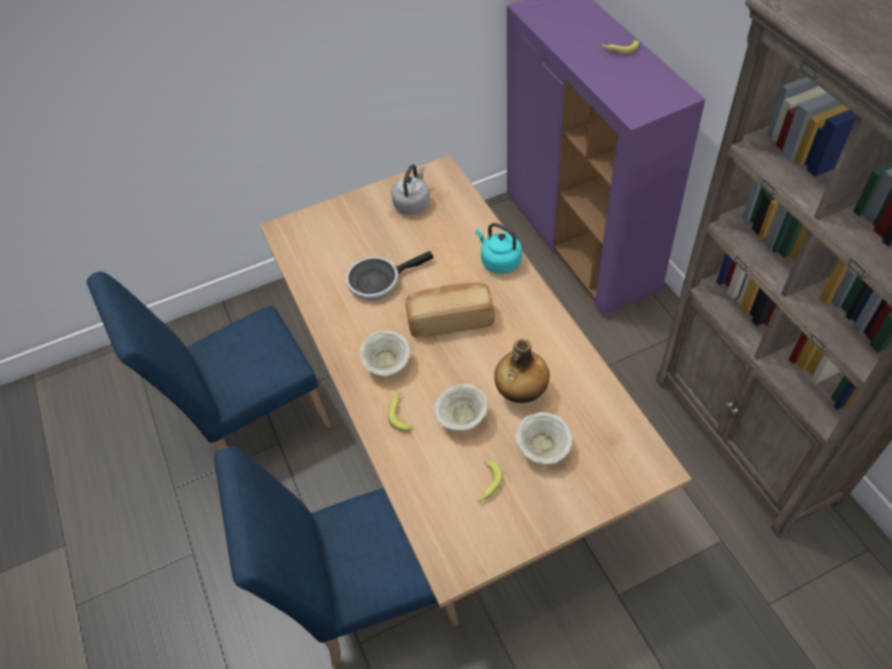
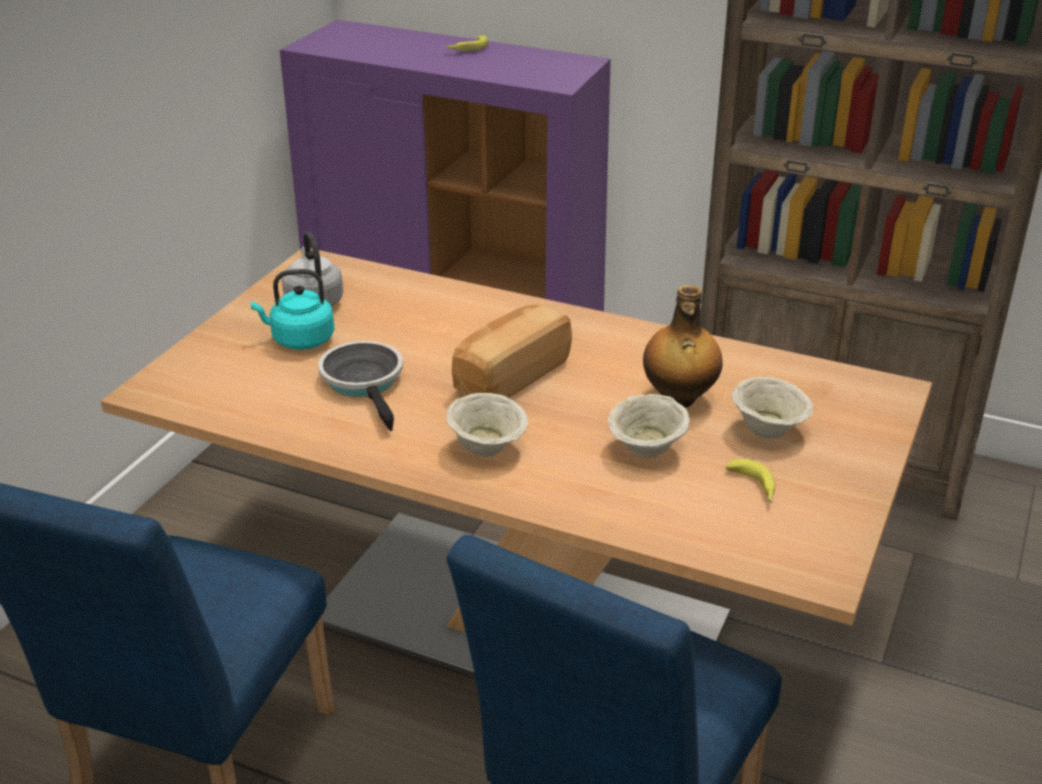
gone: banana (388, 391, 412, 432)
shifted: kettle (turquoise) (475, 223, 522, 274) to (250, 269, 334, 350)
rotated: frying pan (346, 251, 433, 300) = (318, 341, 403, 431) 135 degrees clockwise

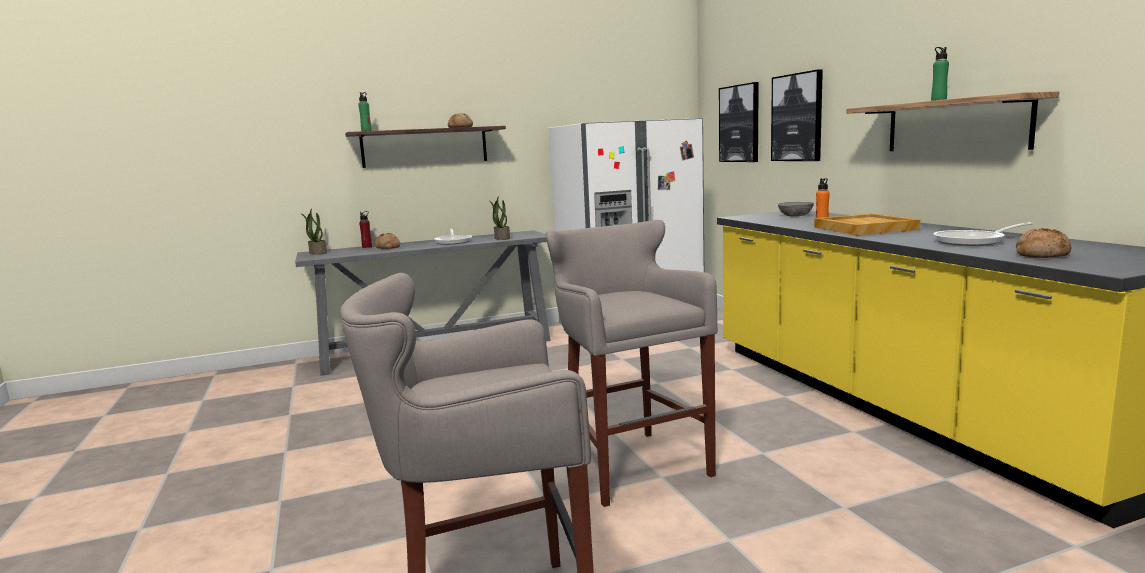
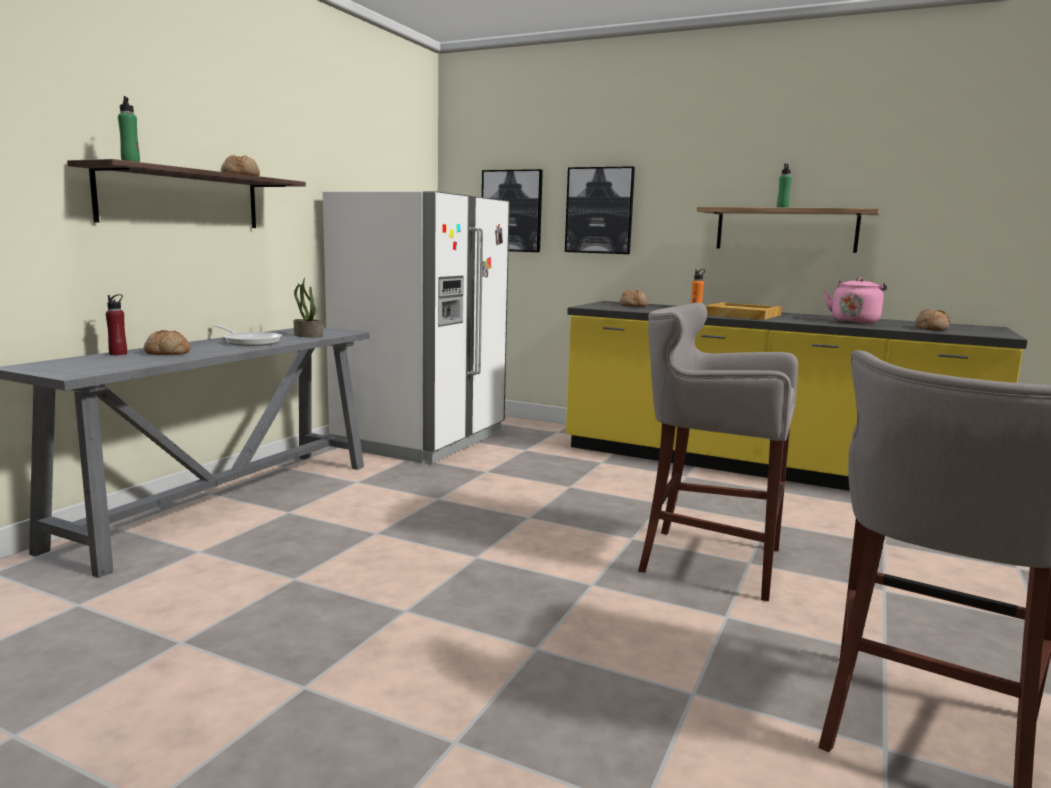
gone: potted plant (302, 208, 327, 255)
swapped: bowl (grey) (778, 202, 814, 217) to bread (619, 290, 647, 307); frying pan (933, 222, 1033, 246) to kettle (pink) (824, 278, 887, 324)

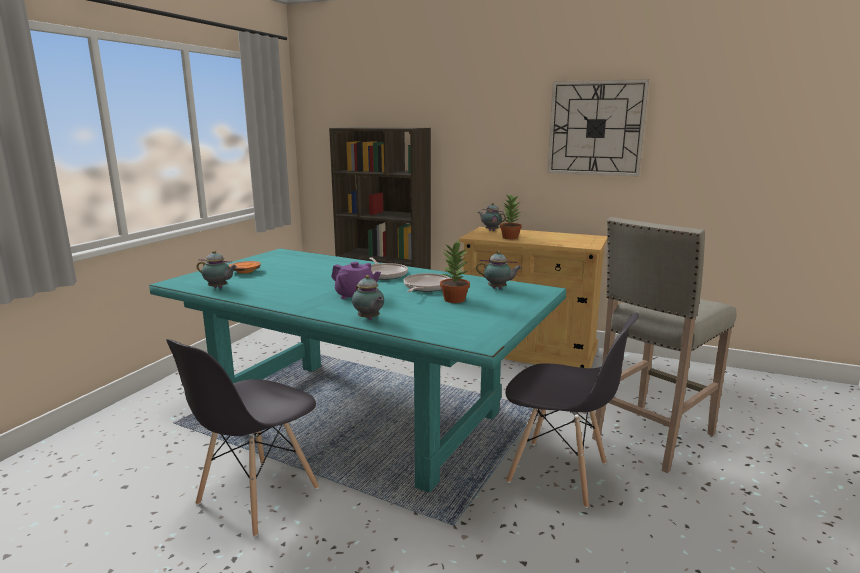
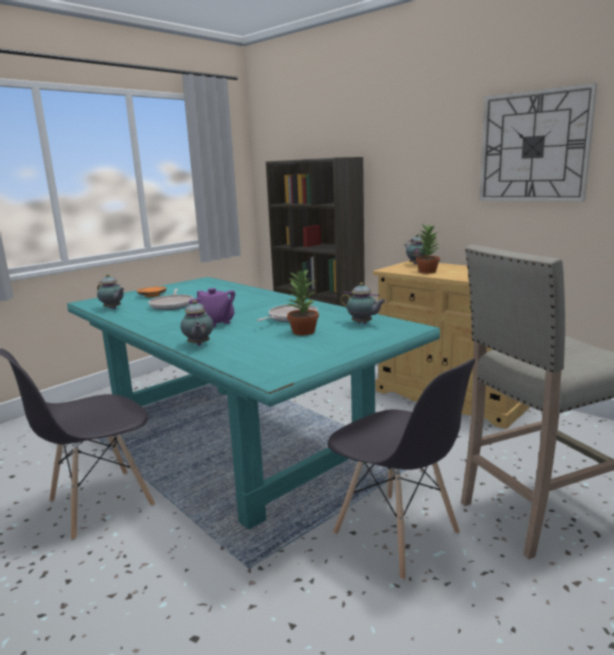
shifted: frying pan (369, 257, 408, 280) to (149, 289, 194, 310)

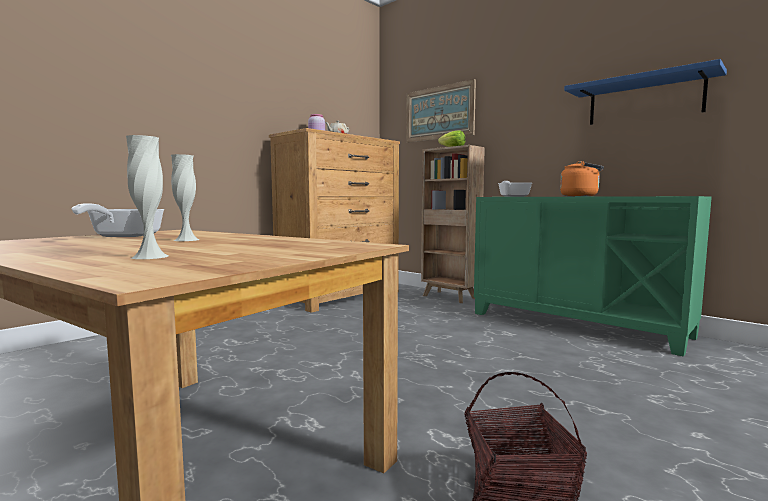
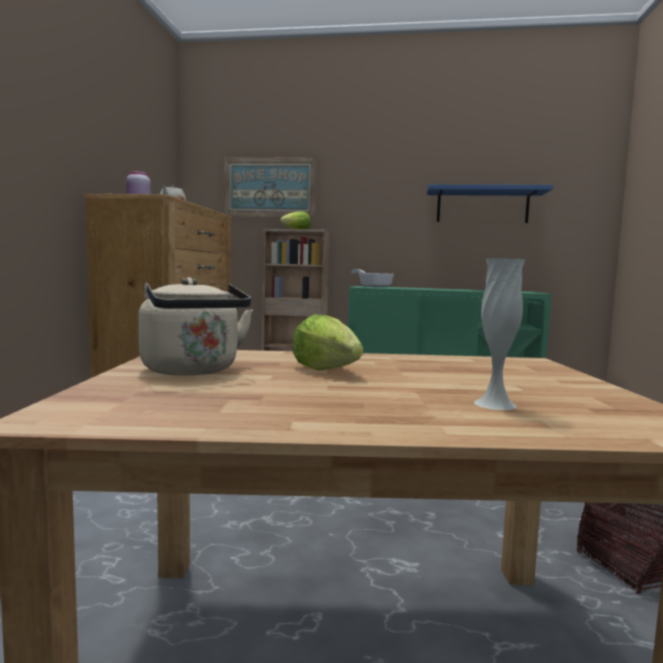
gone: kettle (orange) (560, 161, 604, 196)
swapped: frying pan (71, 204, 164, 237) to kettle (beige) (138, 277, 253, 376); vase (white) (171, 154, 200, 241) to lettuce (292, 314, 363, 370)

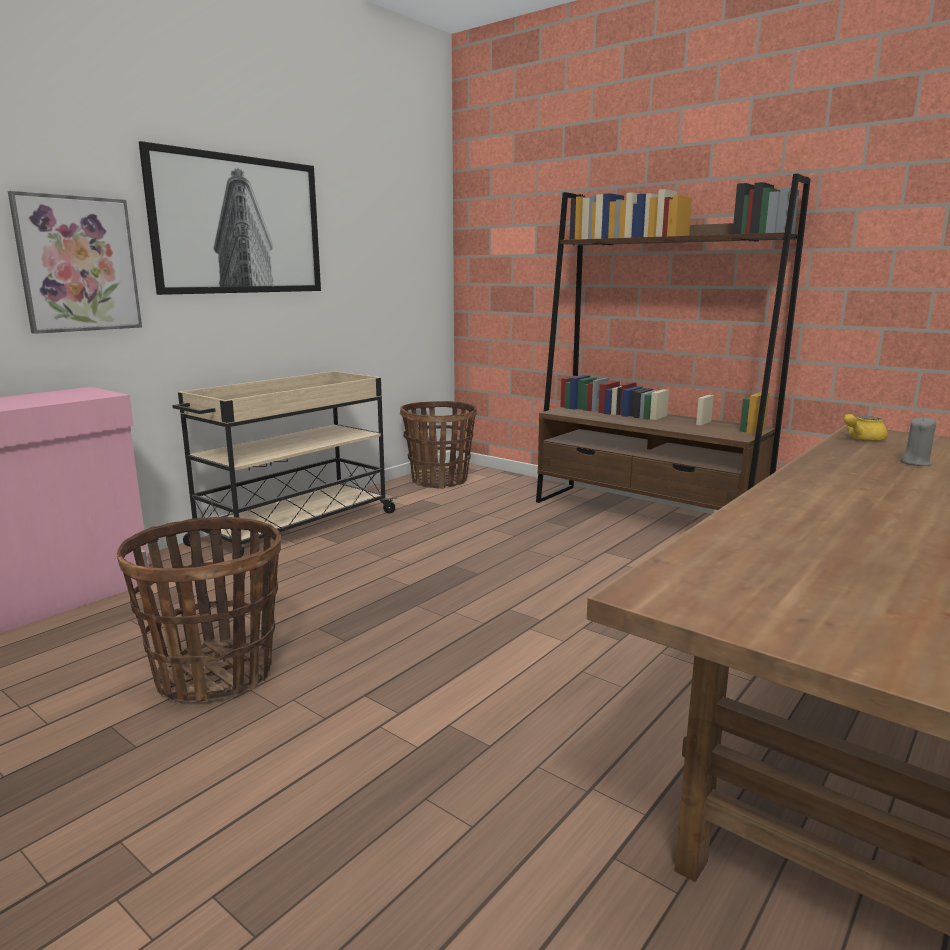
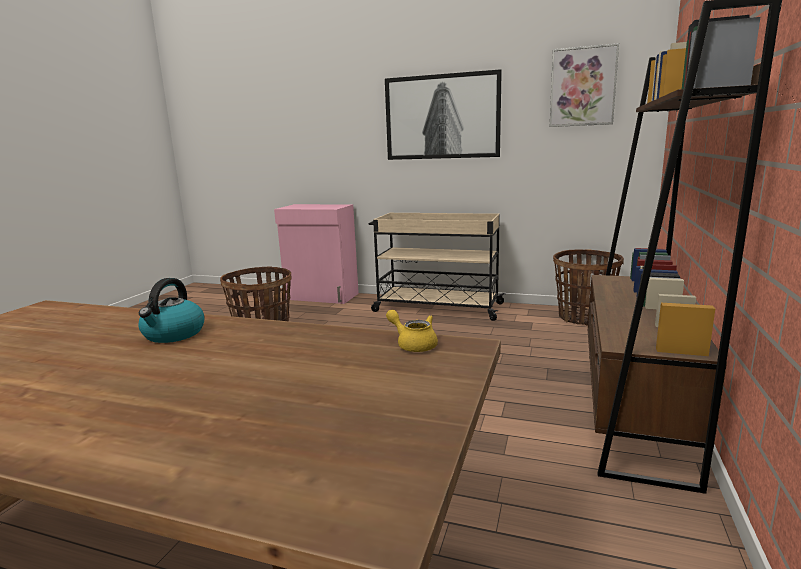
gone: candle (grey) (900, 416, 936, 466)
new: kettle (139, 278, 205, 343)
shifted: picture (8, 191, 142, 334) to (550, 43, 619, 127)

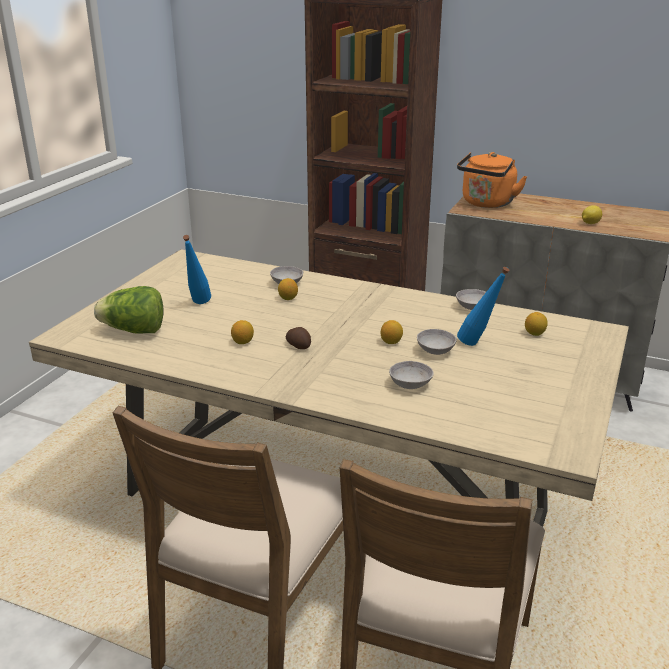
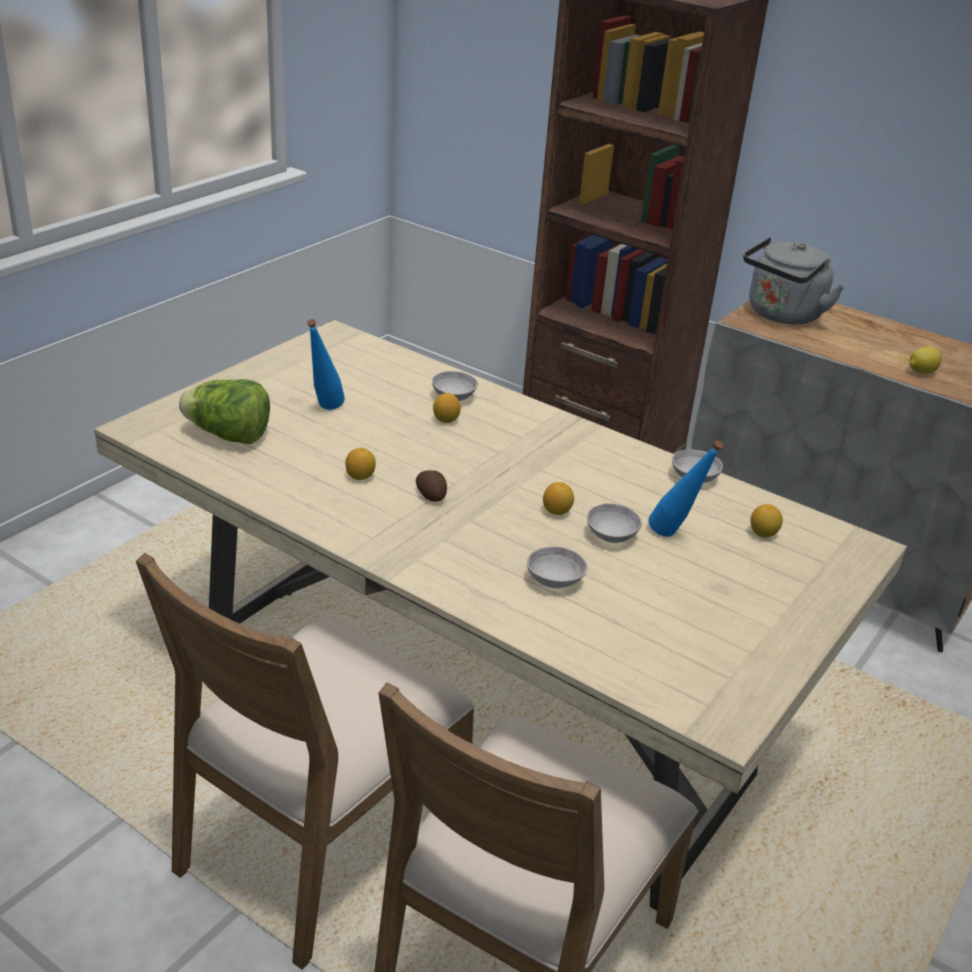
repainted: kettle (orange) (457, 152, 527, 208) to kettle (grey) (743, 237, 844, 324)

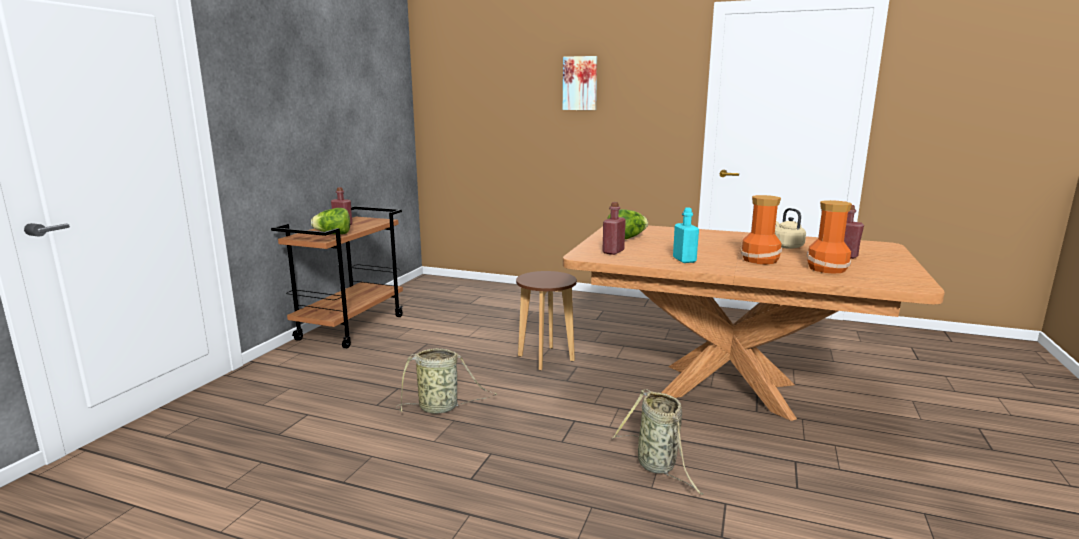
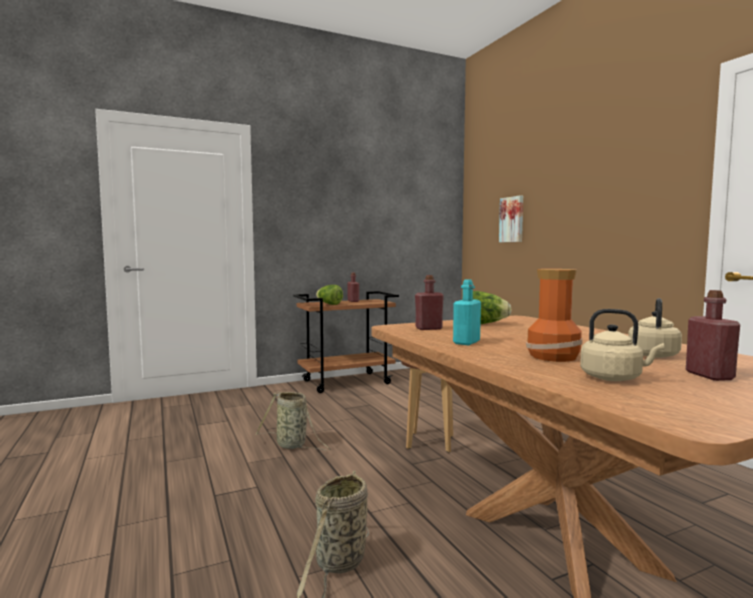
shifted: picture (563, 56, 597, 110) to (499, 196, 523, 242)
swapped: vase (806, 200, 852, 274) to kettle (beige) (580, 309, 664, 381)

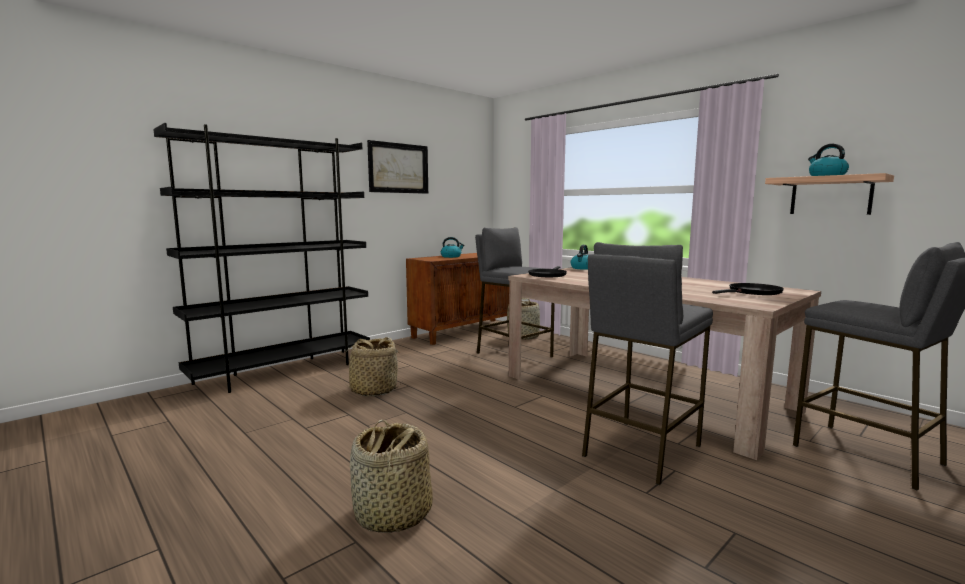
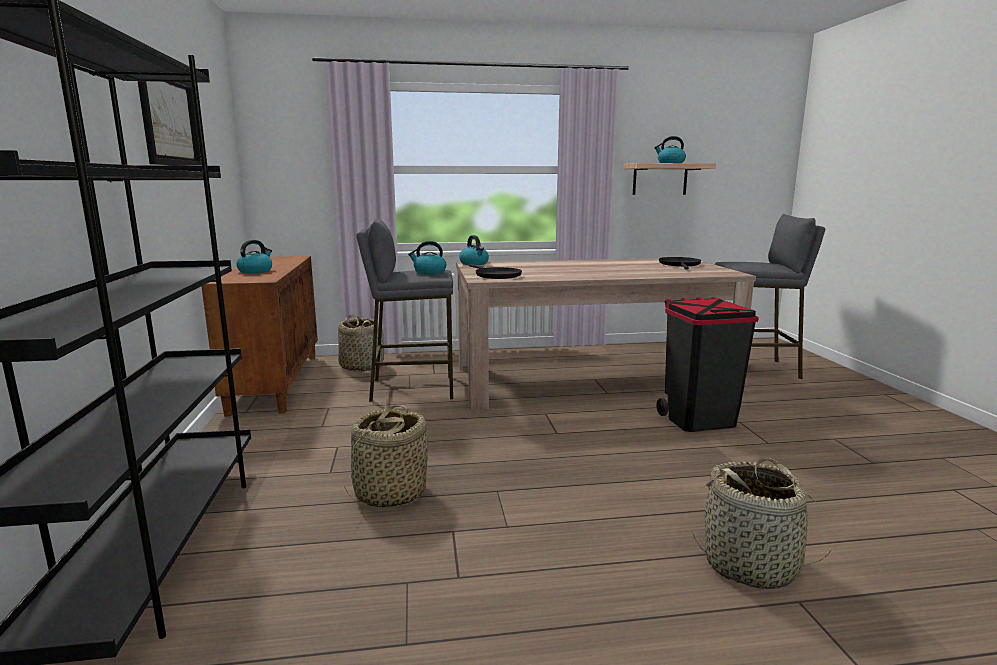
new: kettle (408, 241, 446, 274)
swapped: stool (grey) (582, 242, 713, 485) to trash can (black) (657, 297, 759, 432)

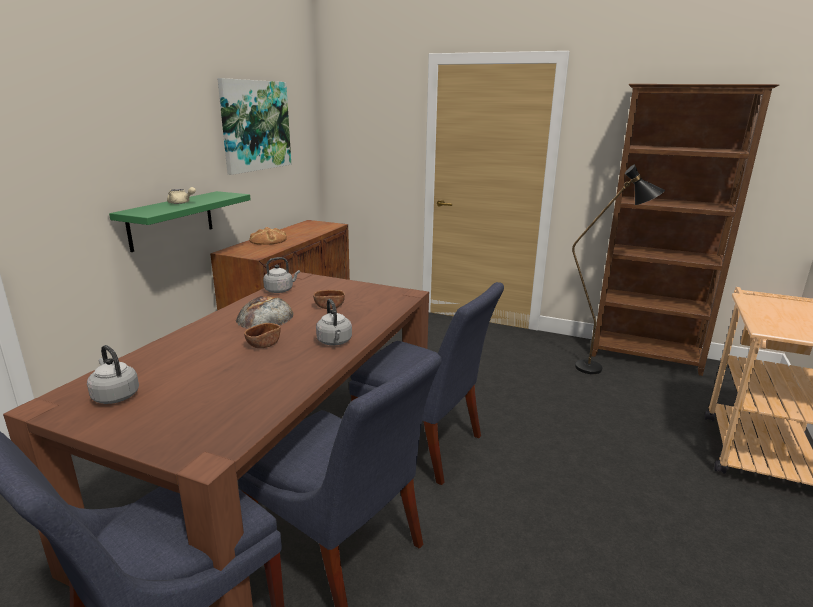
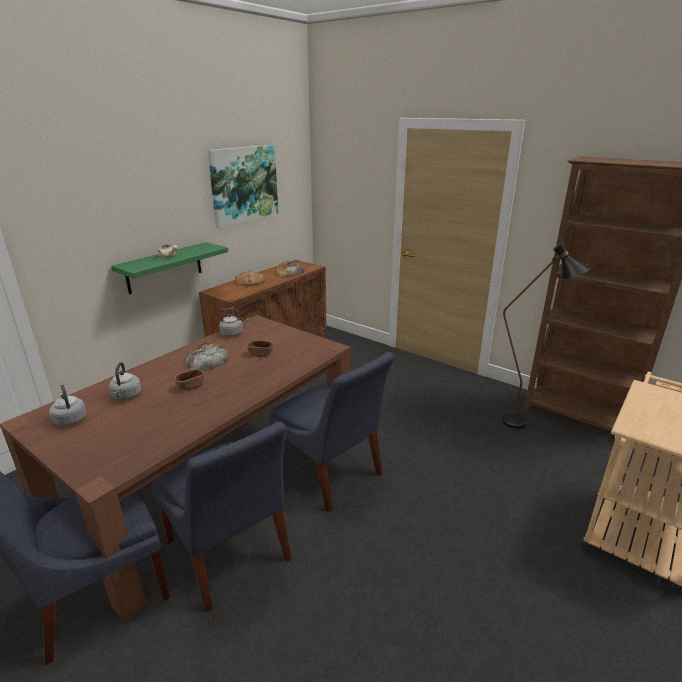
new: bread (274, 261, 305, 277)
shifted: kettle (grey) (316, 299, 352, 346) to (109, 362, 141, 400)

